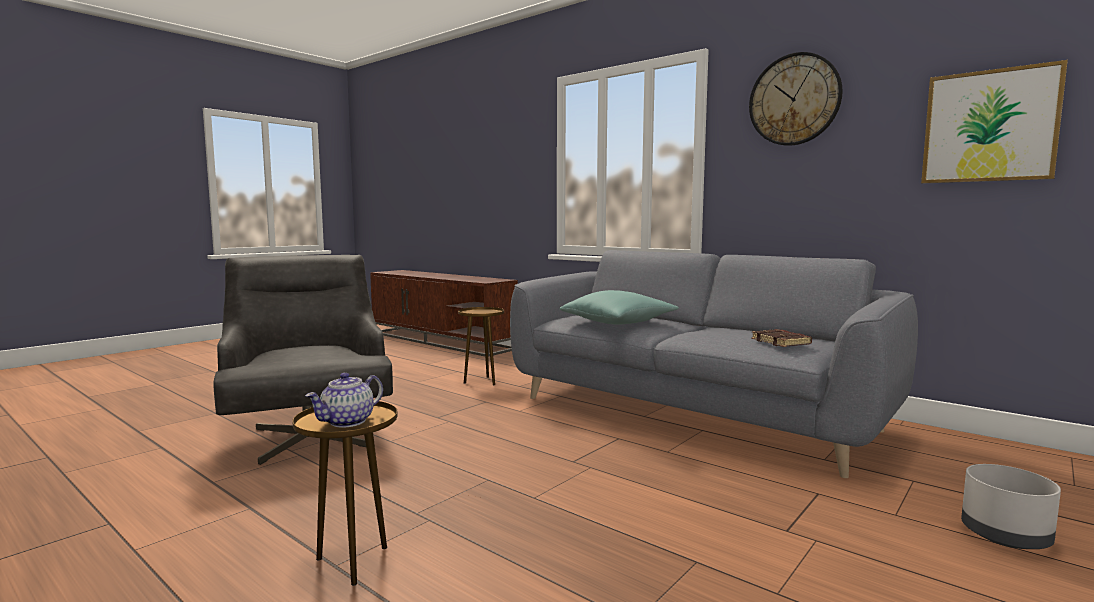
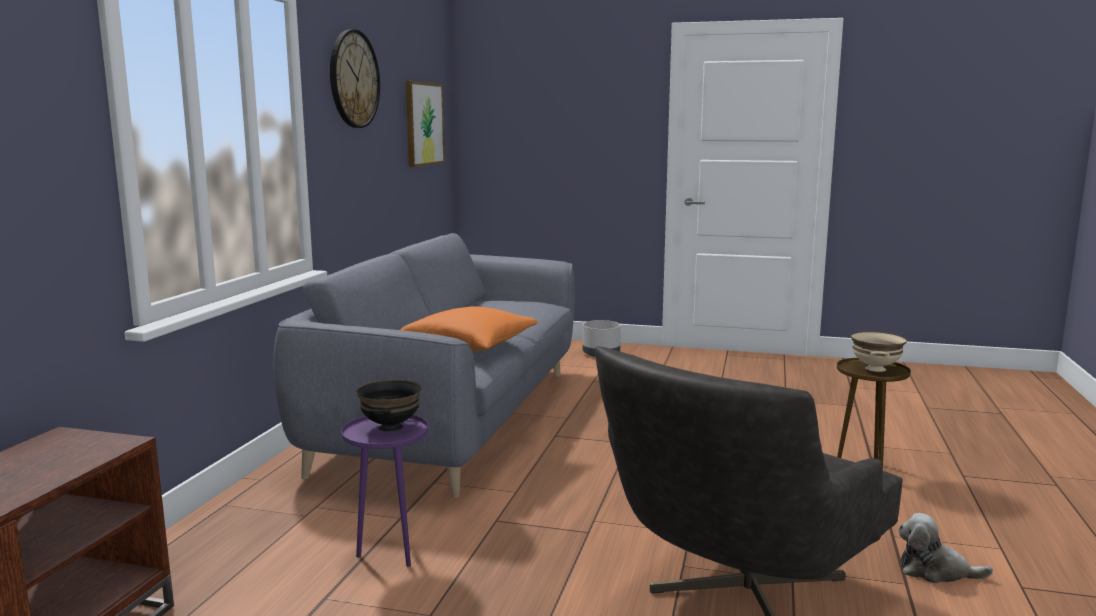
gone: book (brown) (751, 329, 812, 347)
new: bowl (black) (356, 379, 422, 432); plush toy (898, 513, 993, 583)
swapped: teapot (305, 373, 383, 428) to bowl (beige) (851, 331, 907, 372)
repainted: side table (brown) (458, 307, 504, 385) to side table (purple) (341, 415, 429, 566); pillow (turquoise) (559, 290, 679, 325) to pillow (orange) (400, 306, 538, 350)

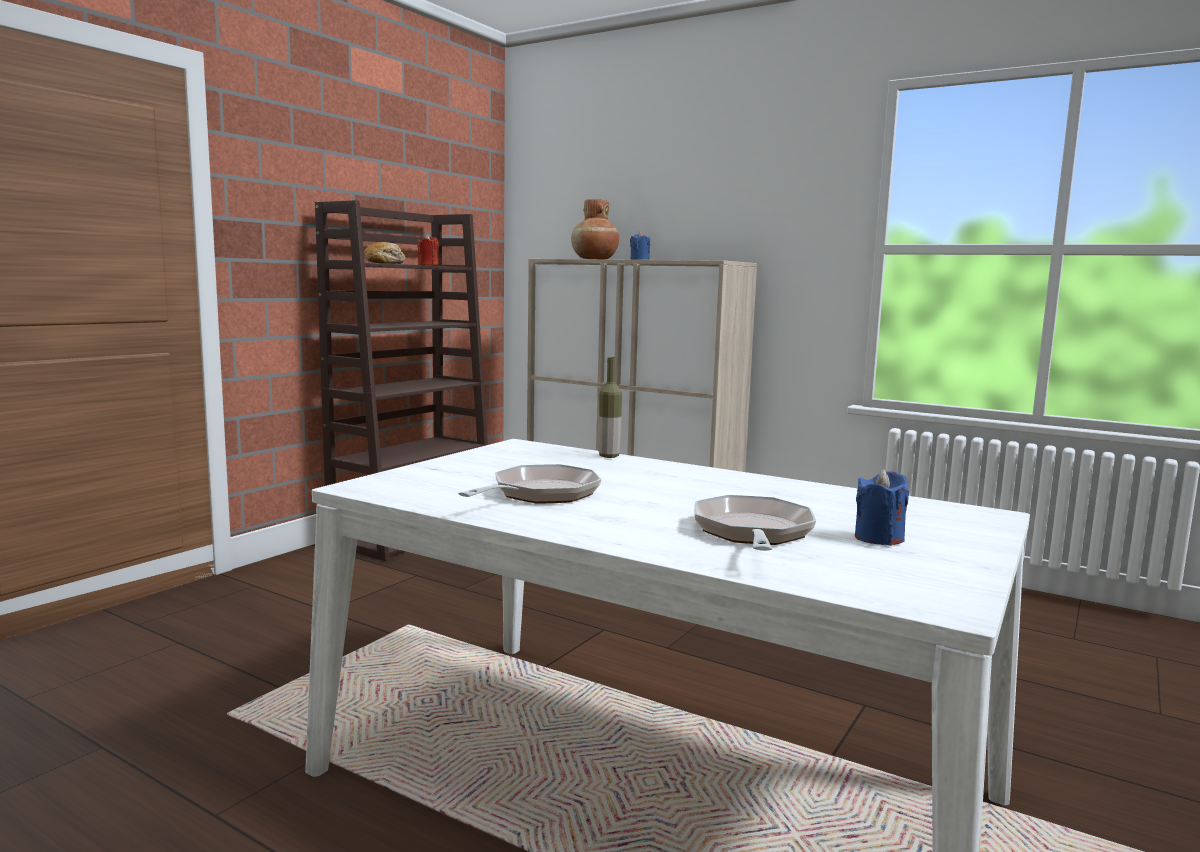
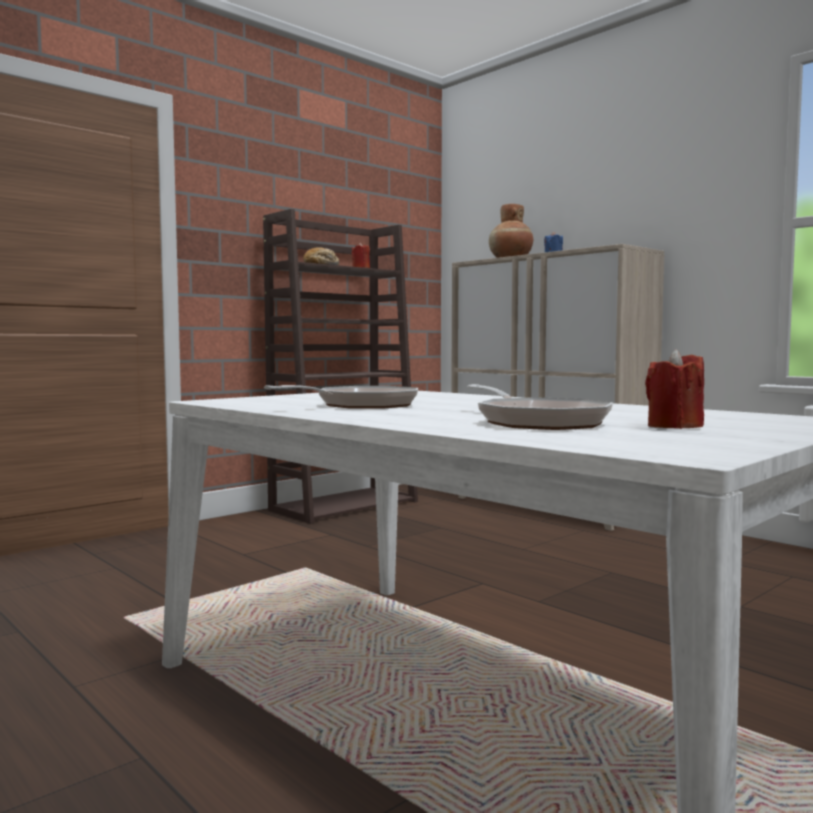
gone: bottle (599, 357, 622, 458)
repainted: candle (blue) (855, 469, 909, 546) to candle (red) (645, 349, 704, 429)
rotated: frying pan (694, 495, 816, 551) = (467, 384, 613, 430) 135 degrees clockwise

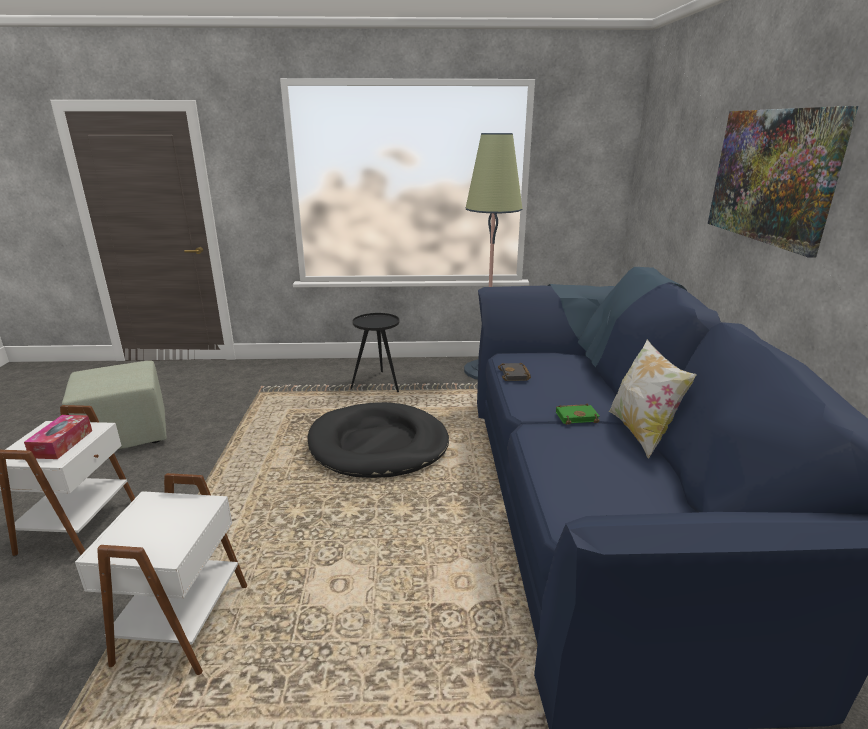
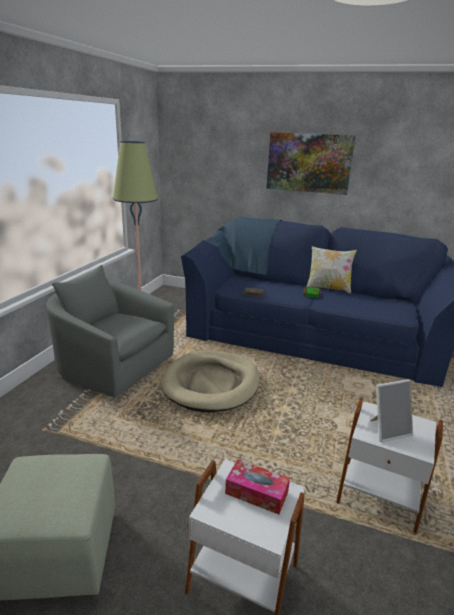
new: picture frame (371, 379, 413, 442)
swapped: side table (black) (351, 313, 400, 392) to armchair (grey) (46, 265, 174, 398)
repainted: dog bed (black) (308, 402, 449, 478) to dog bed (beige) (161, 350, 260, 412)

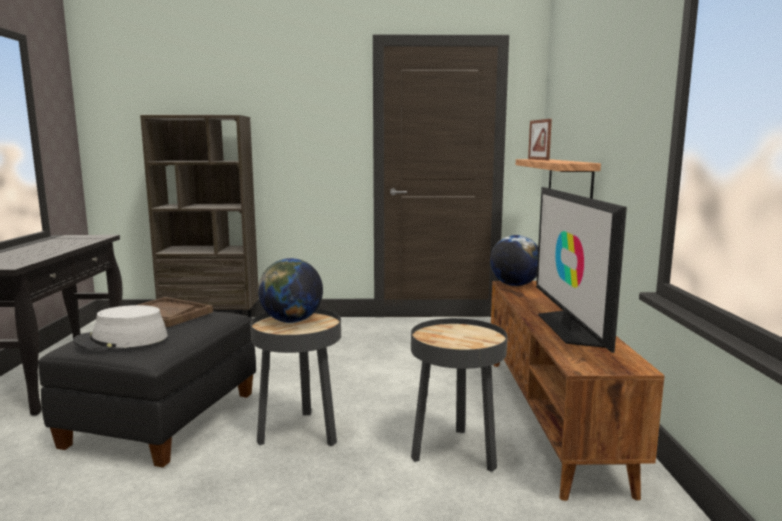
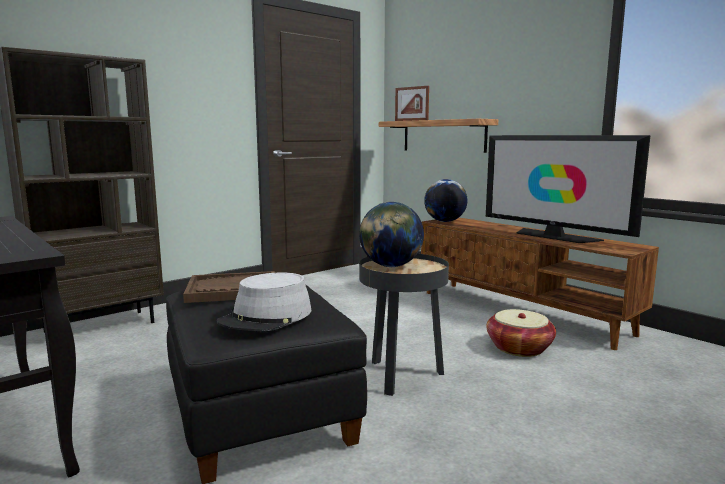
swapped: side table (black) (411, 318, 507, 472) to basket (486, 309, 556, 357)

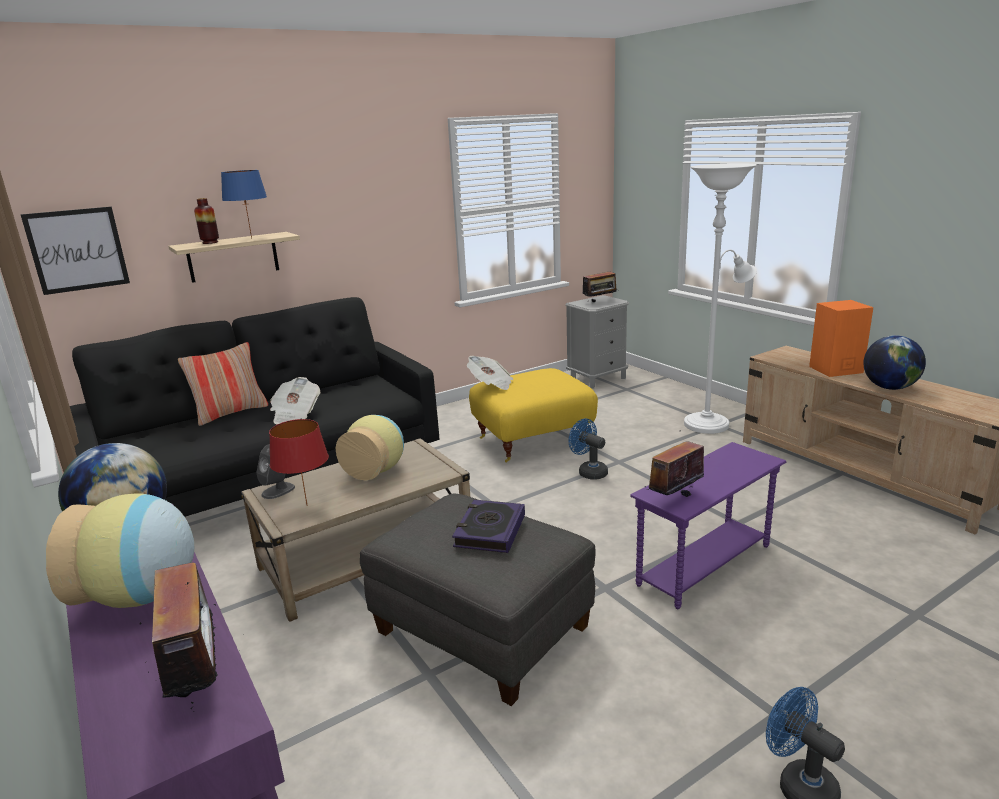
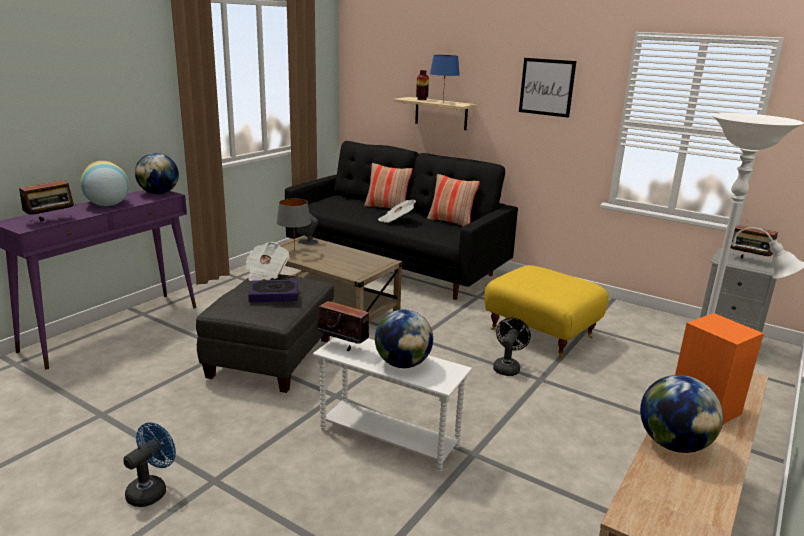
gone: vase (336, 415, 404, 480)
new: globe (375, 309, 433, 368); pillow (427, 174, 480, 226)
shifted: picture (20, 207, 130, 295) to (519, 58, 576, 118); newspaper (467, 356, 513, 390) to (245, 242, 290, 281)
repainted: table lamp (red) (269, 419, 329, 506) to table lamp (grey) (277, 199, 311, 251); fan (blue) (569, 419, 608, 480) to fan (black) (493, 317, 531, 376); side table (purple) (630, 442, 786, 609) to side table (white) (313, 337, 472, 473)

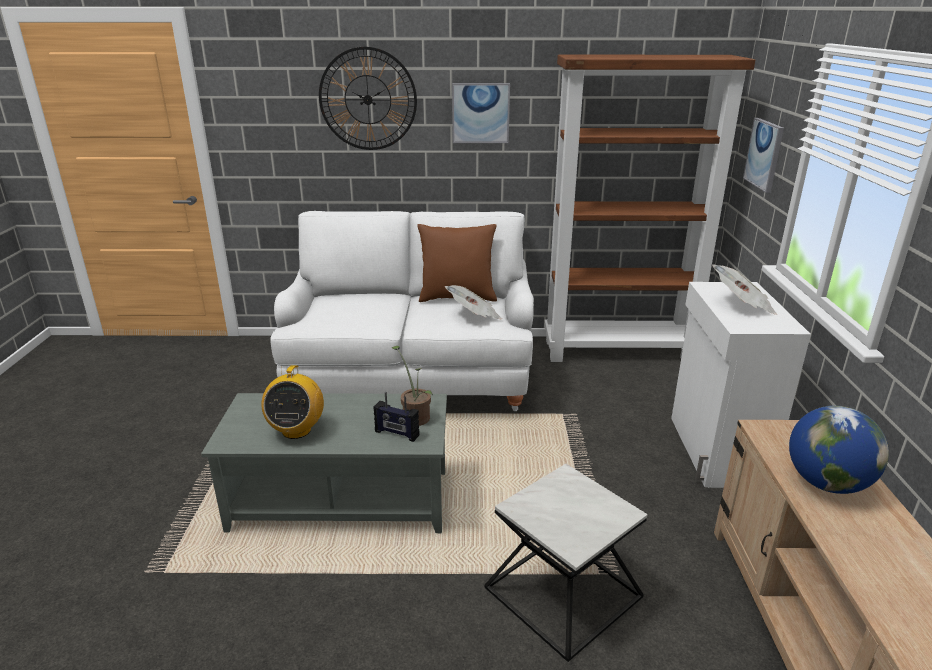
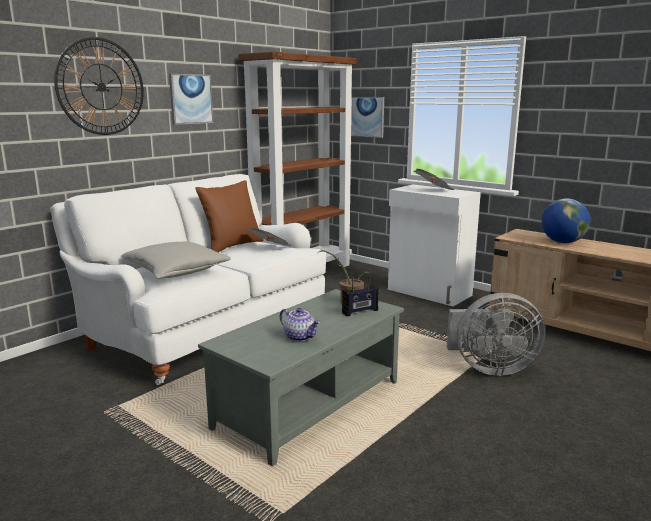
new: pillow (grey) (121, 241, 231, 279)
swapped: radio (261, 365, 324, 439) to teapot (280, 308, 320, 342); side table (484, 464, 648, 662) to fan (grey) (447, 293, 545, 376)

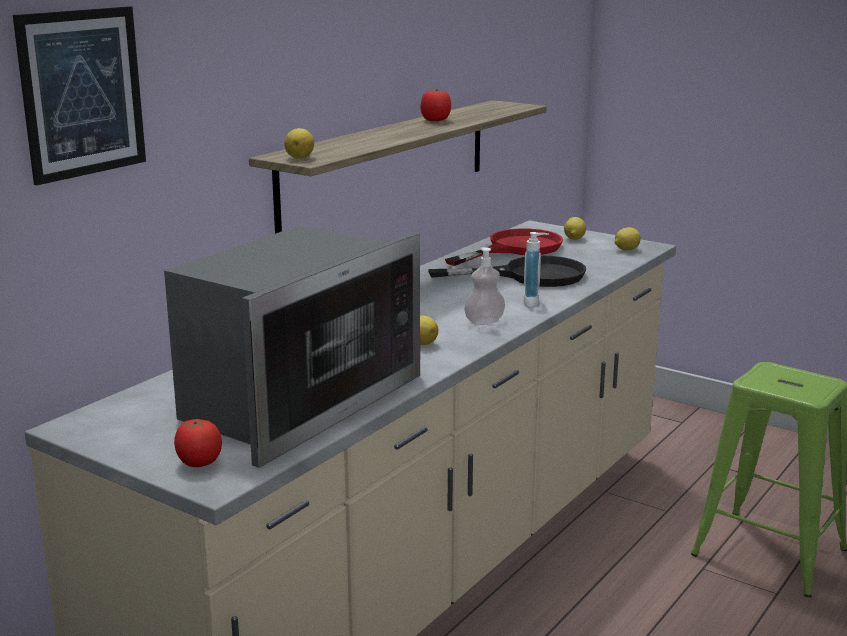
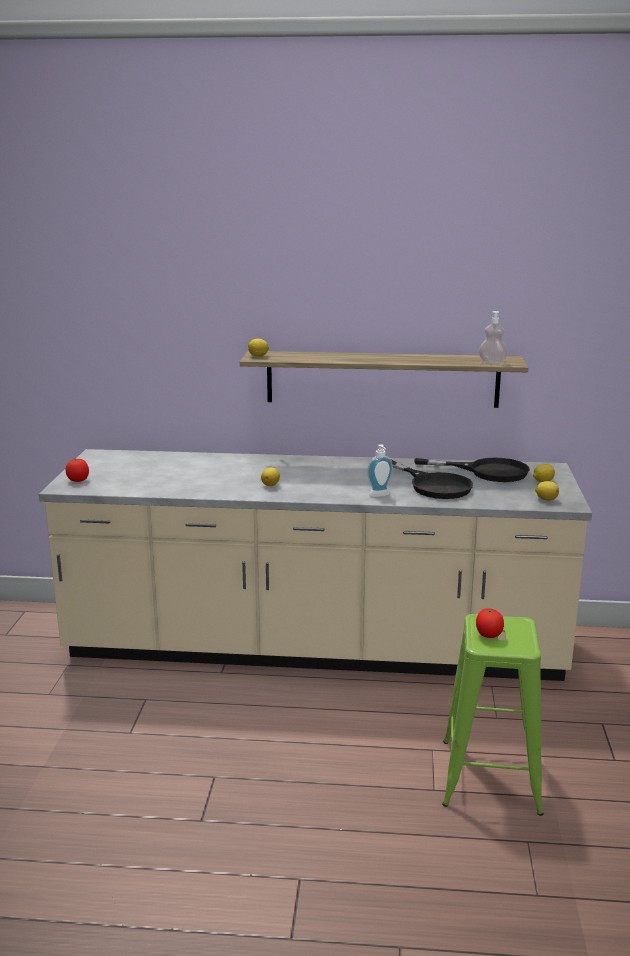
gone: picture (13, 6, 146, 185); microwave (164, 226, 420, 468)
shifted: tomato (420, 89, 451, 121) to (476, 608, 504, 638); soap dispenser (464, 247, 505, 325) to (479, 311, 508, 364)
repainted: frying pan (red) (445, 228, 563, 266) to frying pan (black) (414, 458, 530, 482)

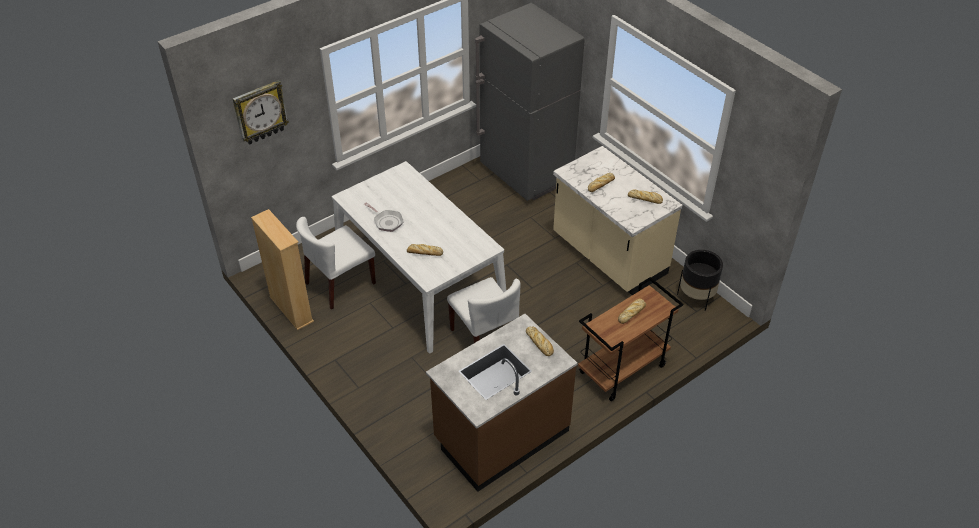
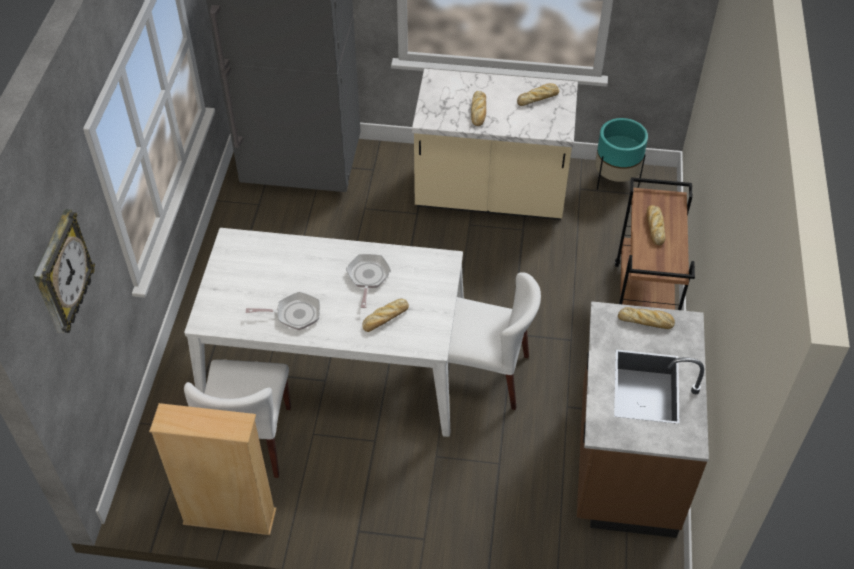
new: frying pan (346, 254, 391, 308)
repainted: planter (black) (677, 250, 723, 311) to planter (turquoise) (595, 118, 648, 190)

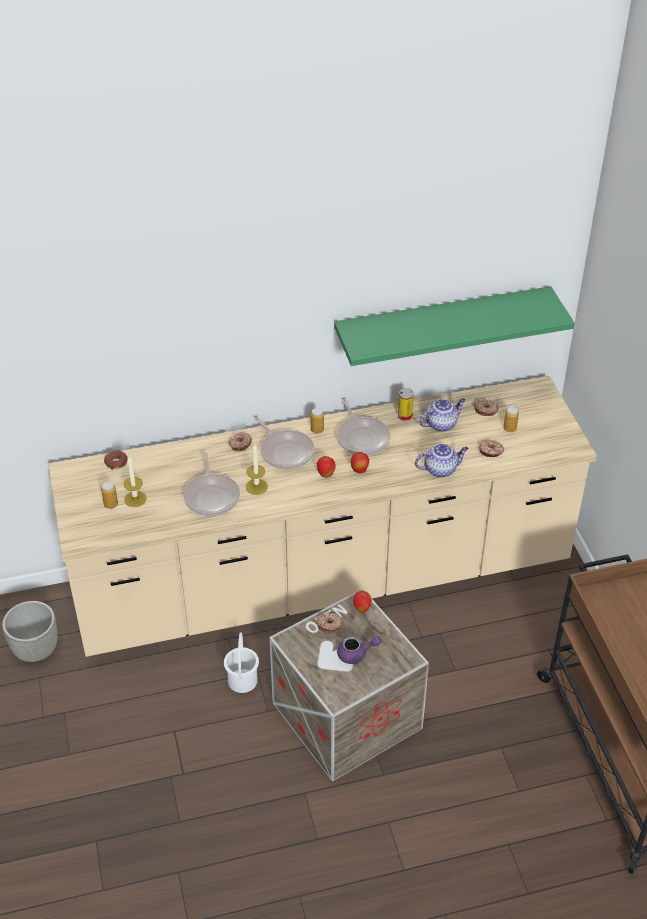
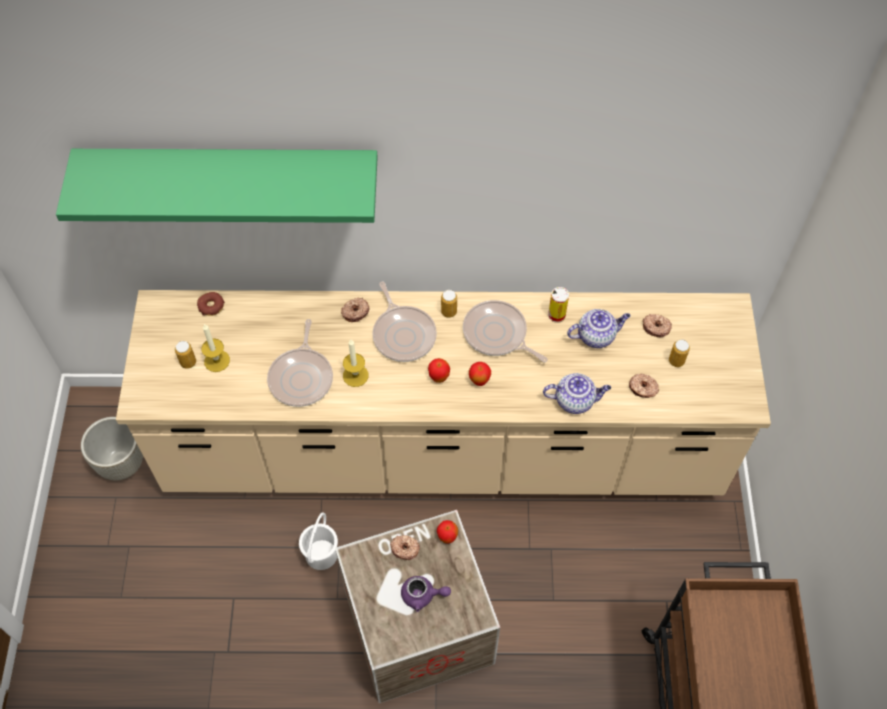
shifted: shelf (green) (334, 286, 575, 366) to (56, 149, 378, 223)
rotated: frying pan (337, 399, 390, 455) = (463, 300, 548, 362) 135 degrees clockwise

